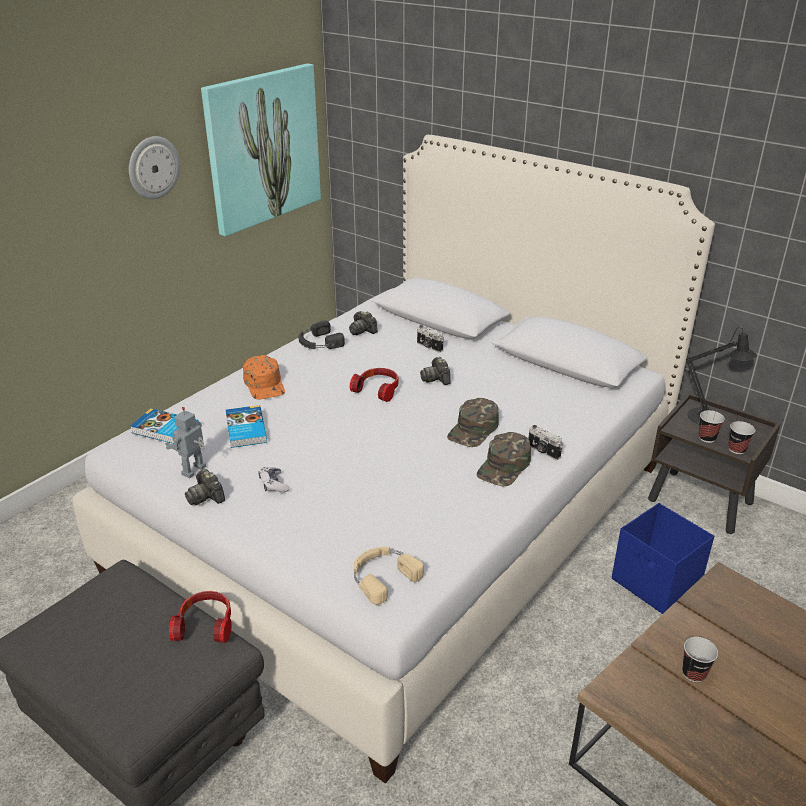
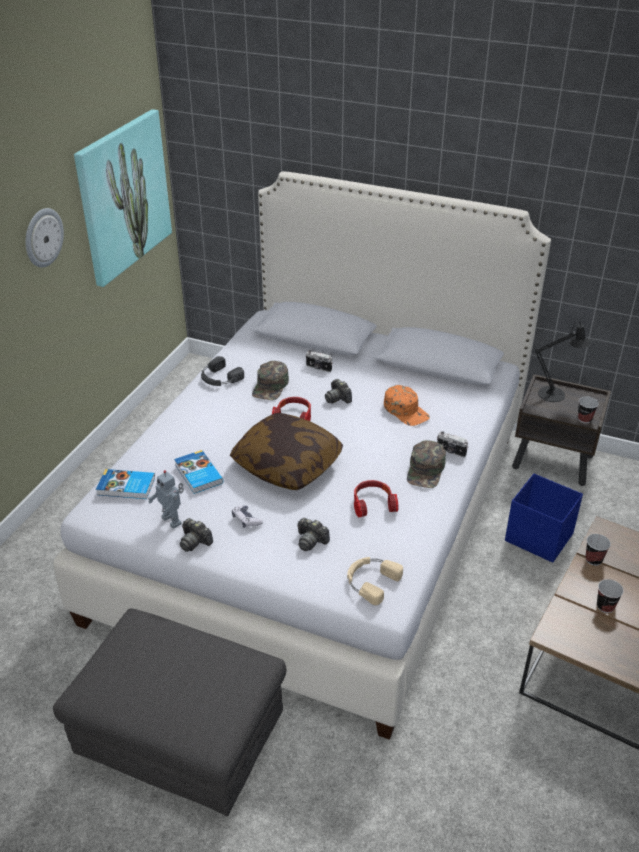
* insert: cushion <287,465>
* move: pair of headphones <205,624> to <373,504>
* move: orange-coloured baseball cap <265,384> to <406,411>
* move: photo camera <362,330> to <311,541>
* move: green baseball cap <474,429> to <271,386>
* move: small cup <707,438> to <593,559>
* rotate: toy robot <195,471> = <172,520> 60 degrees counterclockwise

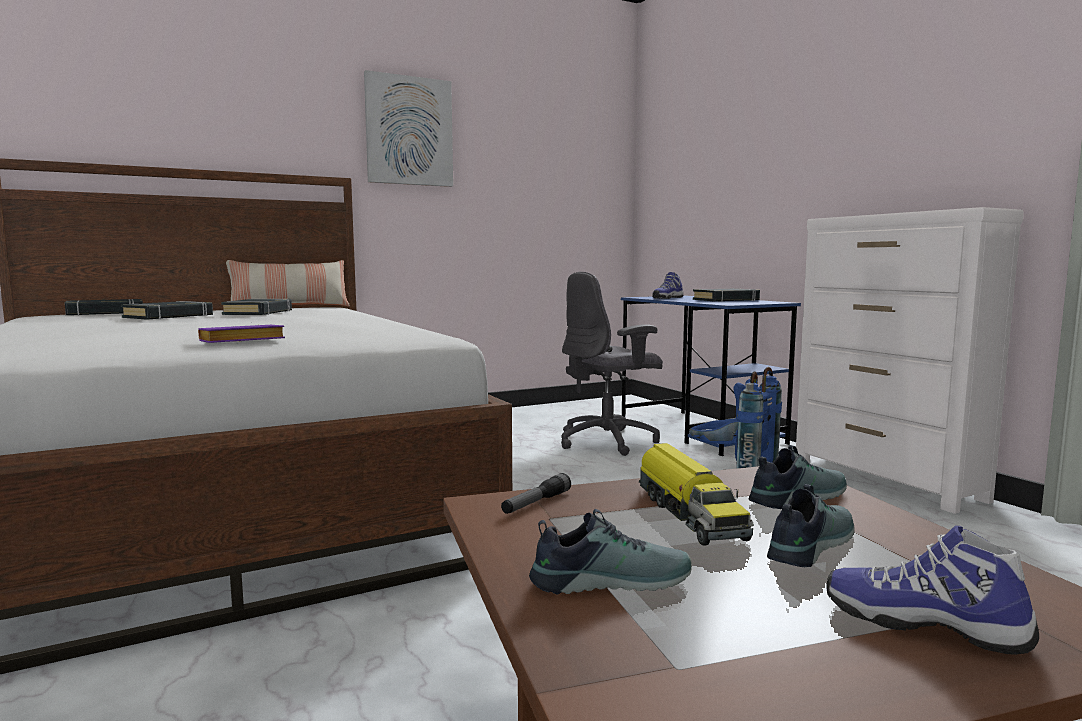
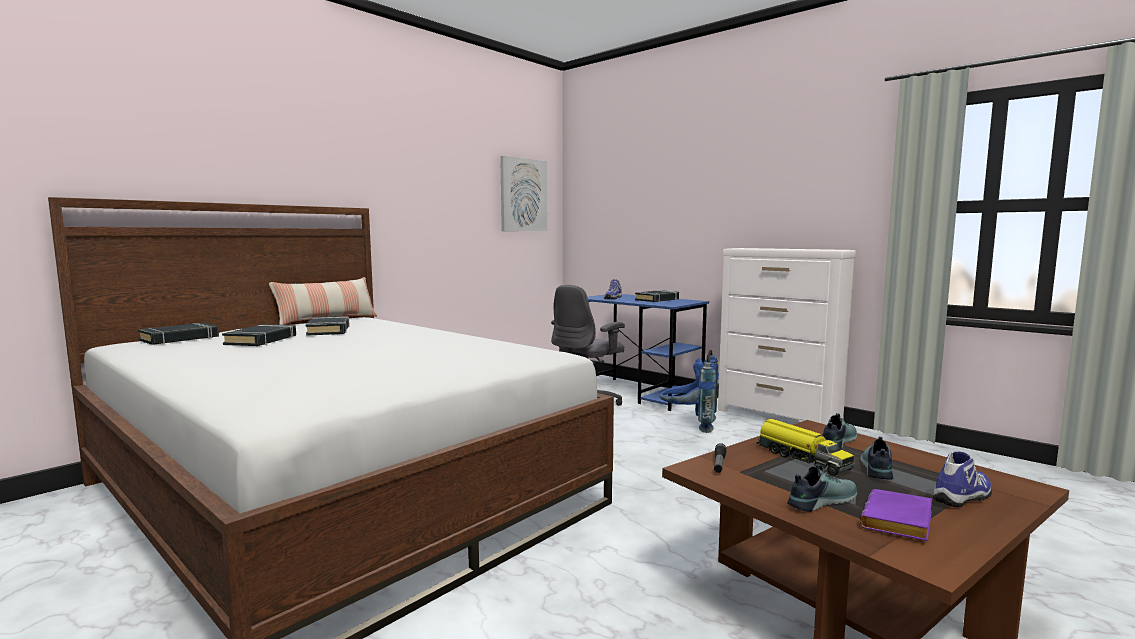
* move: purplish book <240,342> to <899,523>
* move: wall art <409,131> to <523,195>
* rotate: low shoe <924,623> = <963,497> 135 degrees clockwise

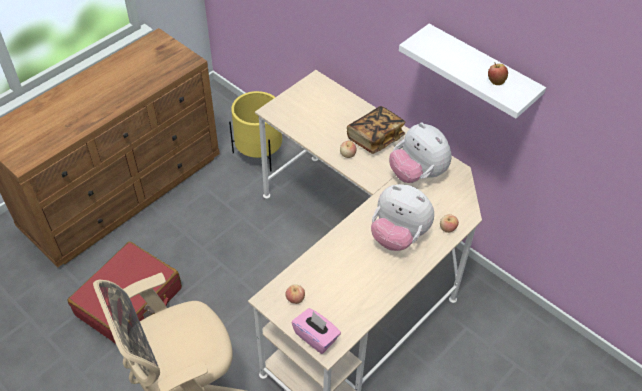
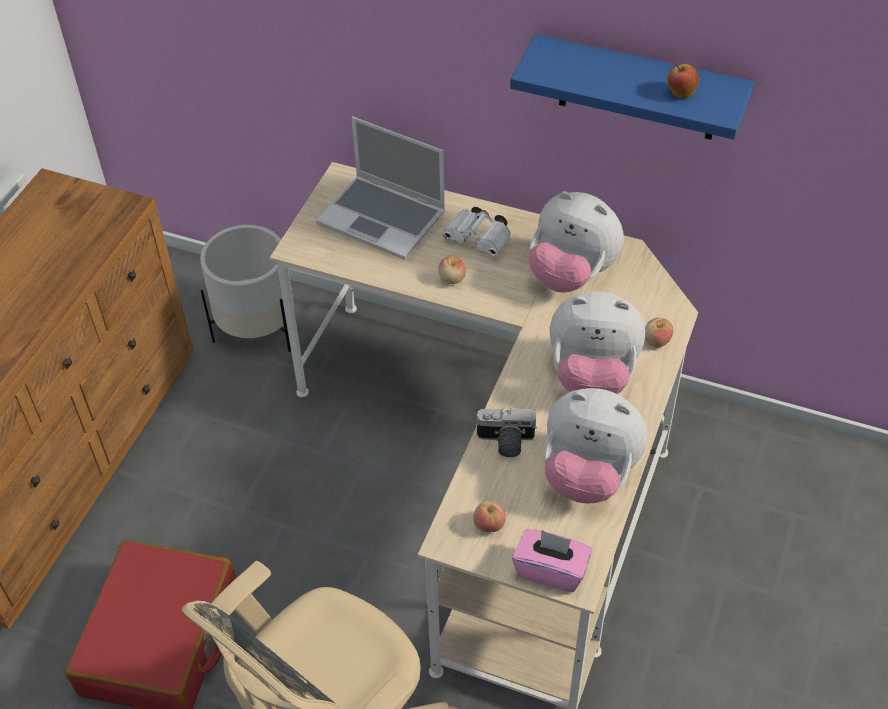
* insert: laptop <384,218>
* insert: photo camera <505,442>
* insert: cuddly toy <588,475>
* replace: book <375,138> to white binoculars <480,240>
* recolor: yellow planter <259,153> to white planter <257,329>
* recolor: white wall shelf <480,73> to blue wall shelf <638,89>

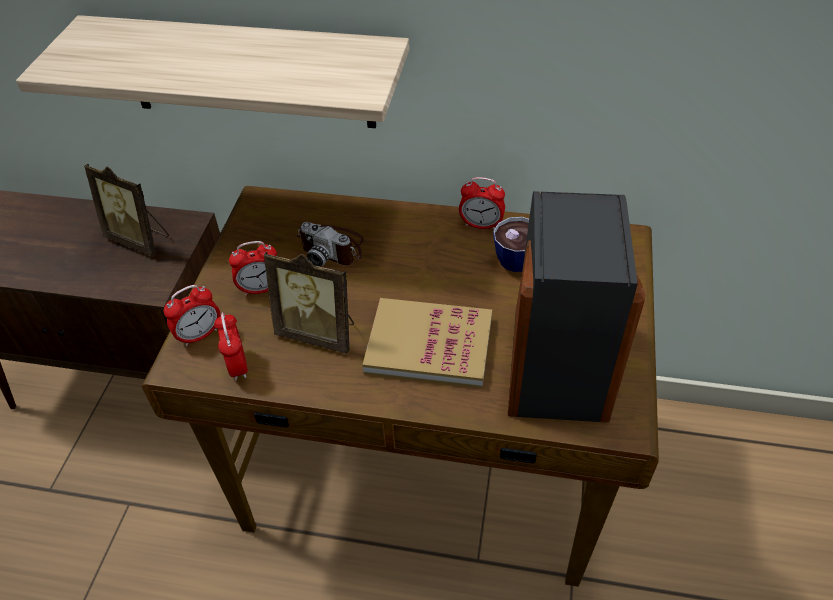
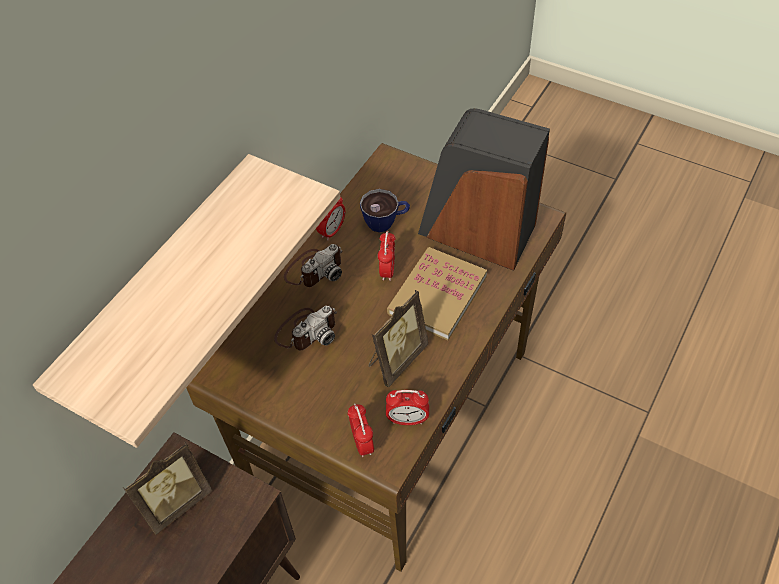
* insert: photo camera <314,269>
* move: alarm clock <261,289> to <387,270>

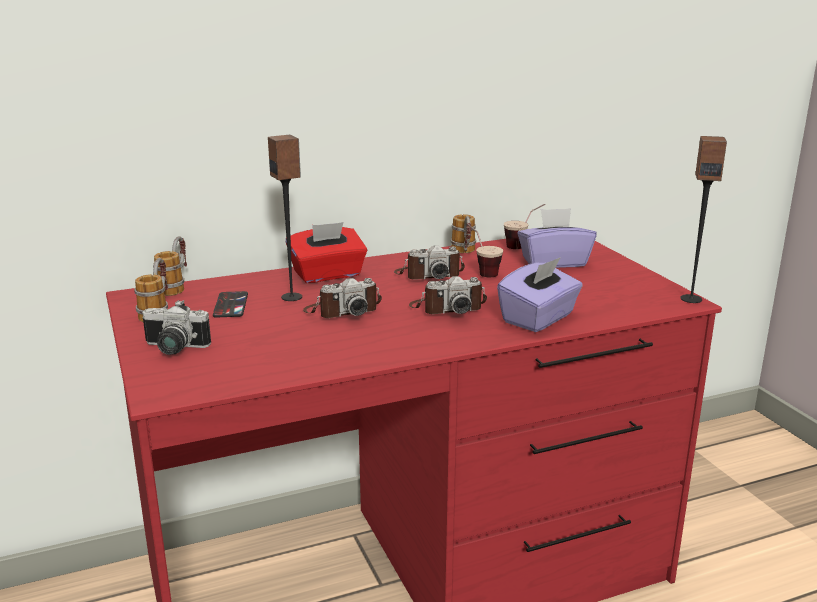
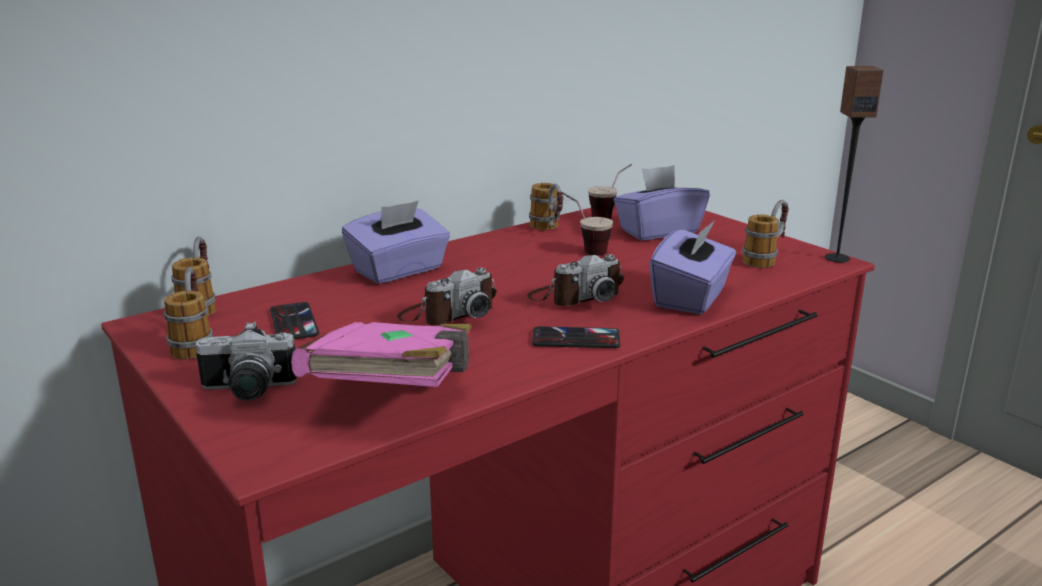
* delete: loudspeaker <292,297>
* delete: photo camera <429,275>
* insert: pinkish book <398,389>
* insert: handset <576,339>
* insert: mug <766,258>
* recolor: red tissue holder <328,275> to purplish tissue holder <399,271>

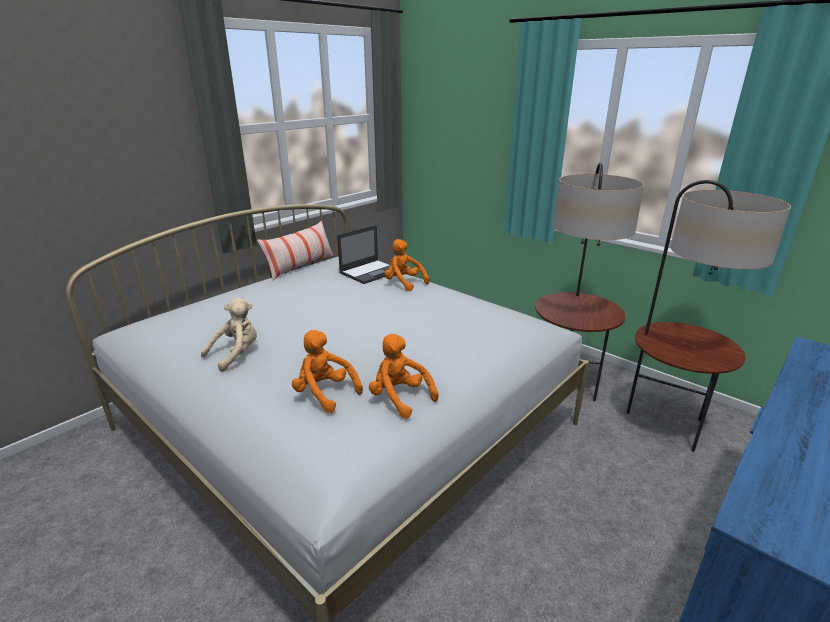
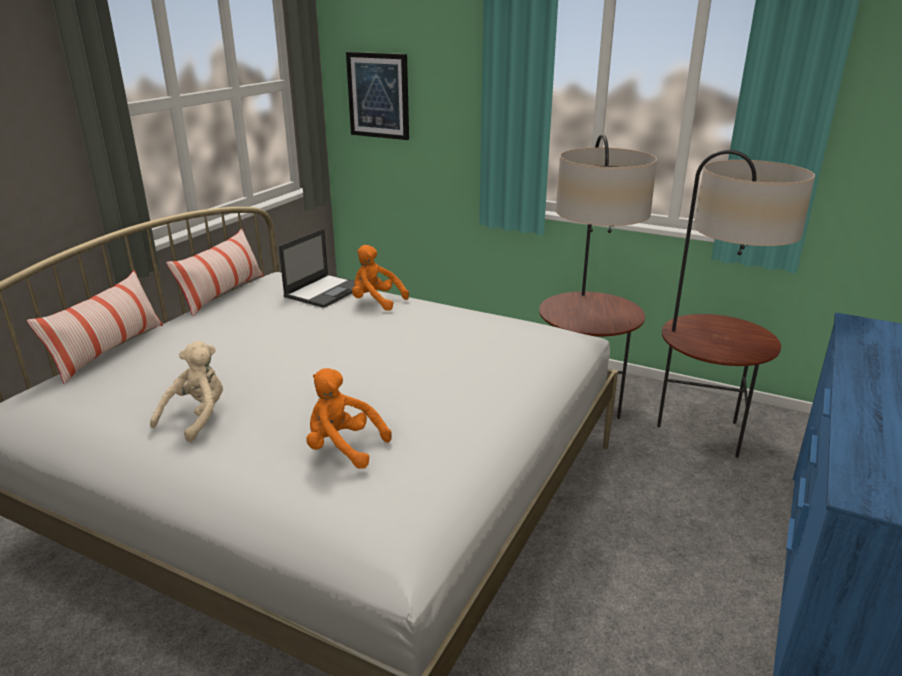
* delete: orange-coloured cuddly toy <399,398>
* insert: cushion <109,351>
* insert: wall art <378,95>

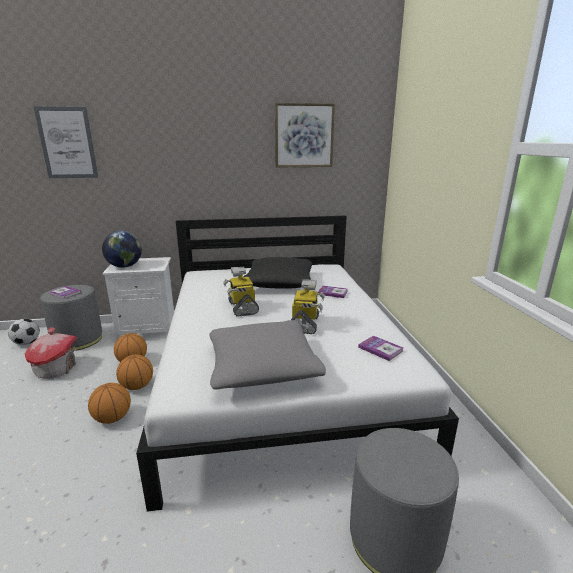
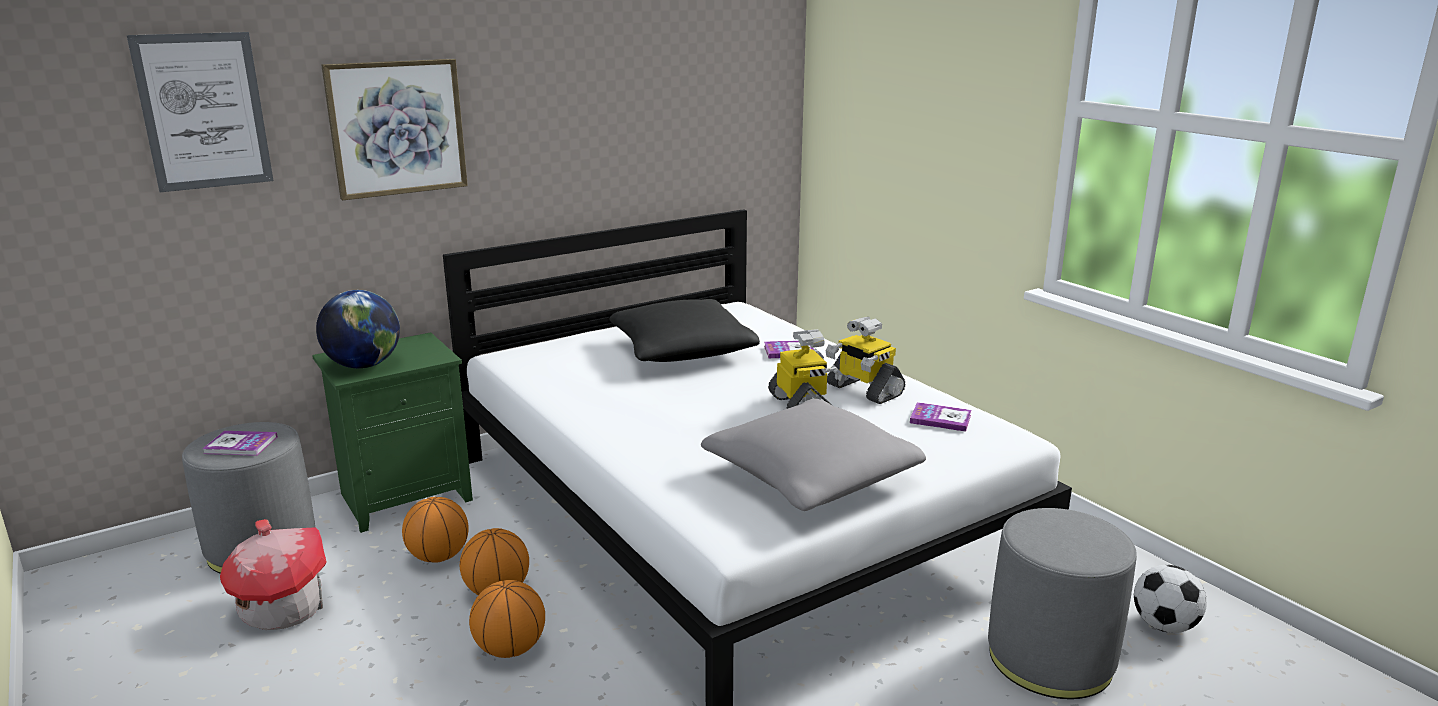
* move: football <27,343> to <1164,625>
* move: toy robot <242,307> to <863,390>
* move: wall art <304,136> to <397,128>
* recolor: white bedside table <149,330> to green bedside table <406,496>

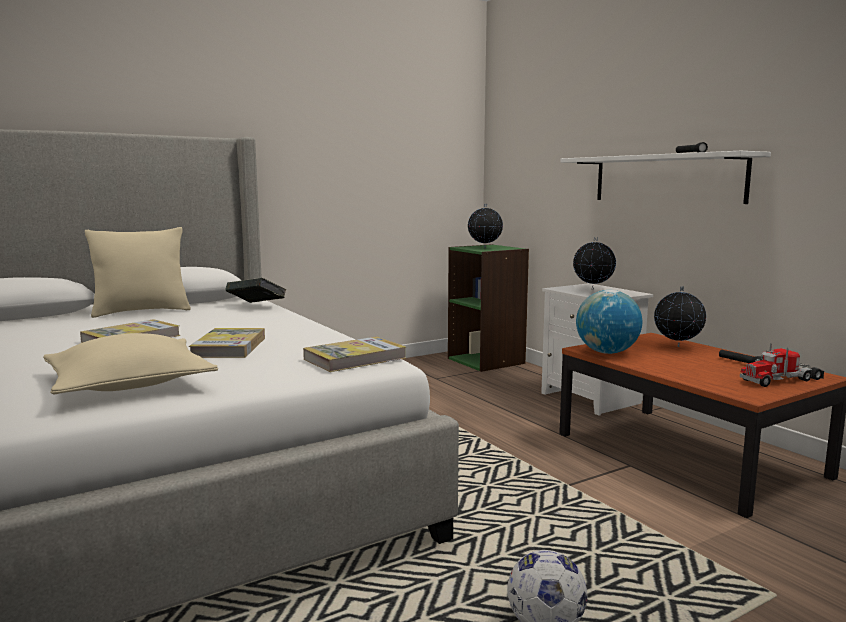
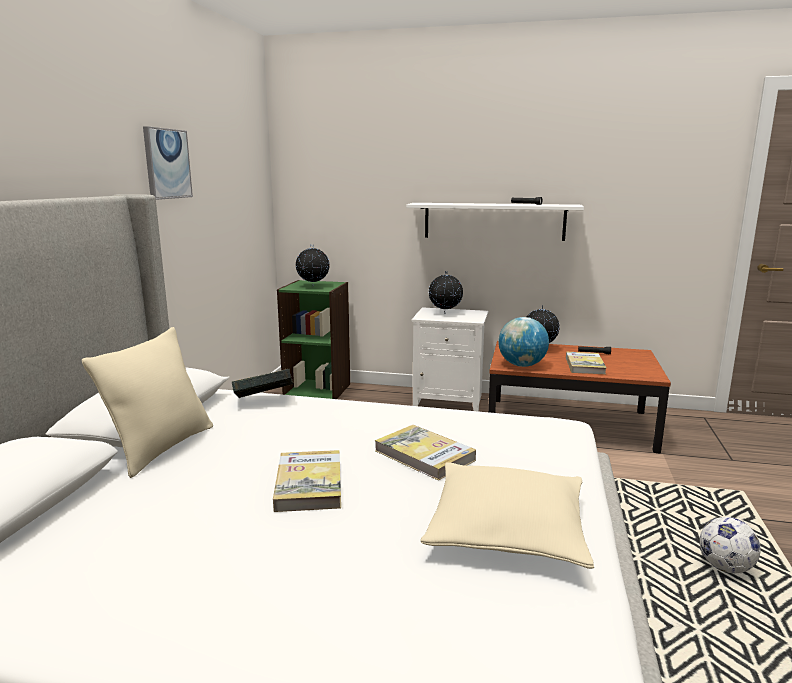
* delete: model truck <781,380>
* insert: wall art <167,164>
* move: book <355,358> to <584,365>

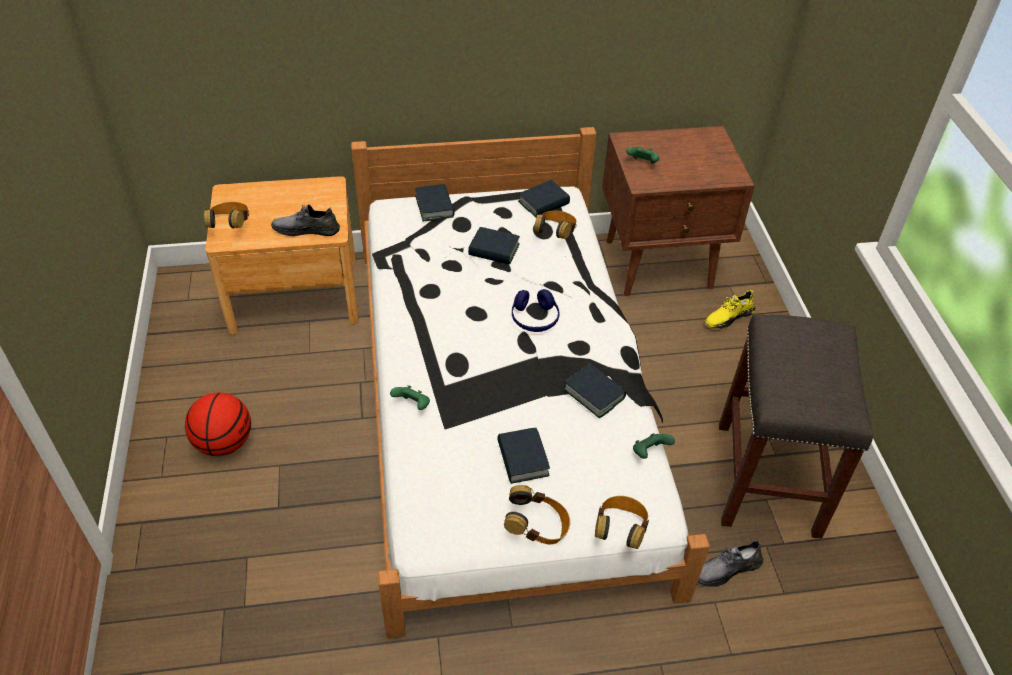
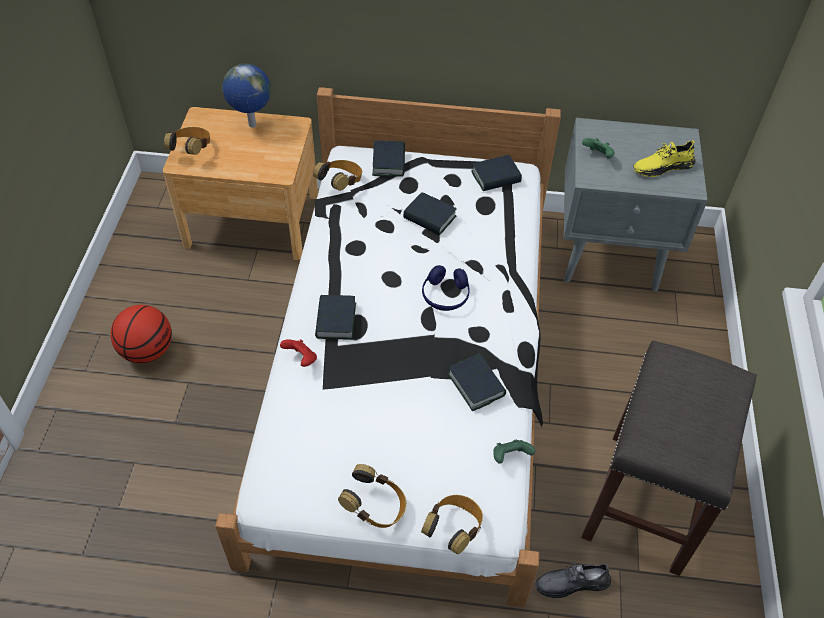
* delete: gray low shoe <306,229>
* insert: world globe <252,125>
* move: book <522,459> to <335,321>
* move: pair of headphones <555,234> to <341,183>
* move: yellow low shoe <728,317> to <662,167>
* recolor: green game controller <412,405> to red game controller <301,359>
* recolor: brown-coloured bedside table <660,264> to gray bedside table <611,255>

